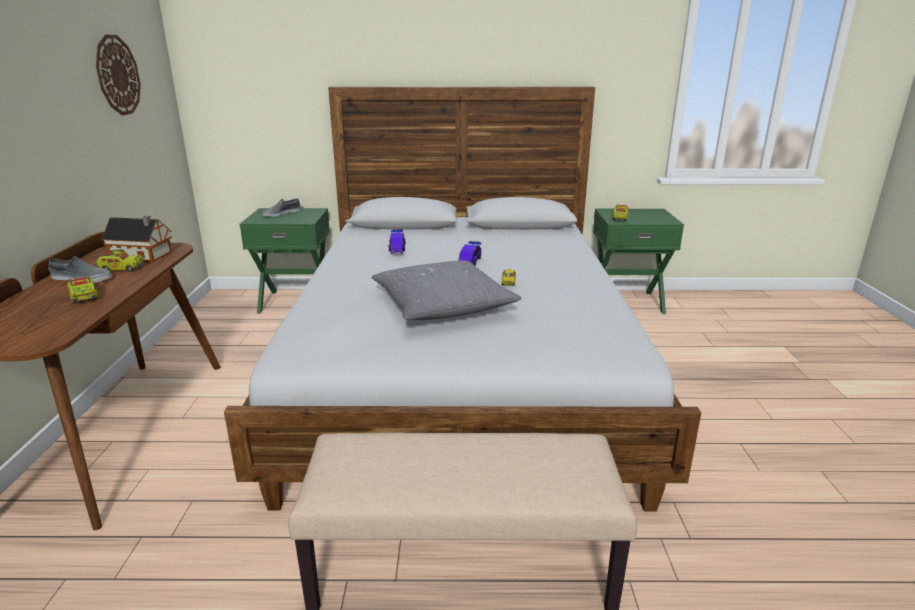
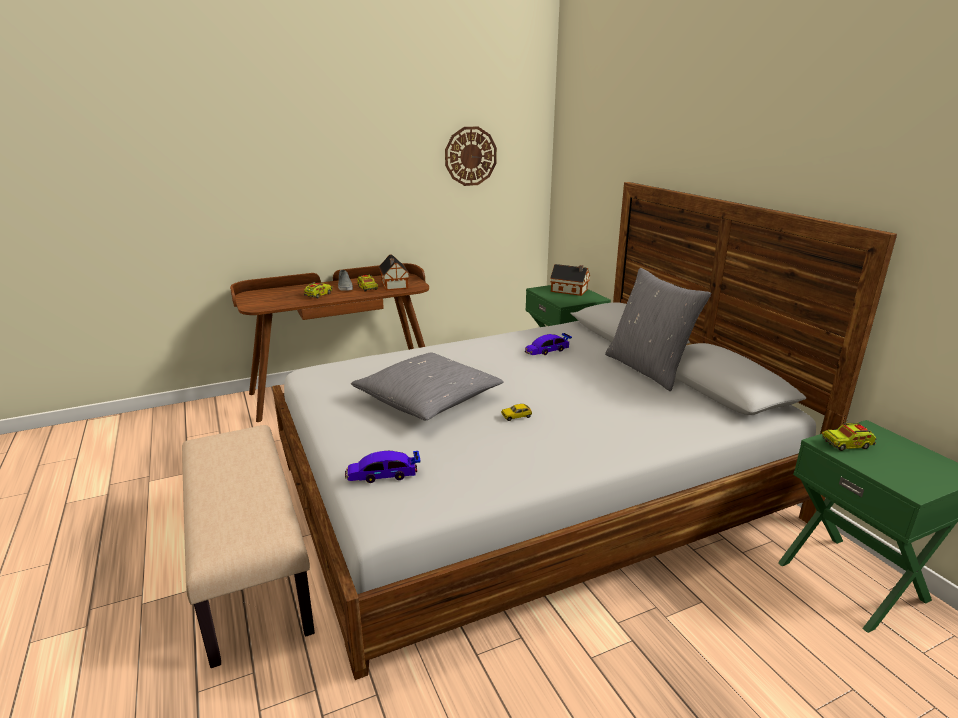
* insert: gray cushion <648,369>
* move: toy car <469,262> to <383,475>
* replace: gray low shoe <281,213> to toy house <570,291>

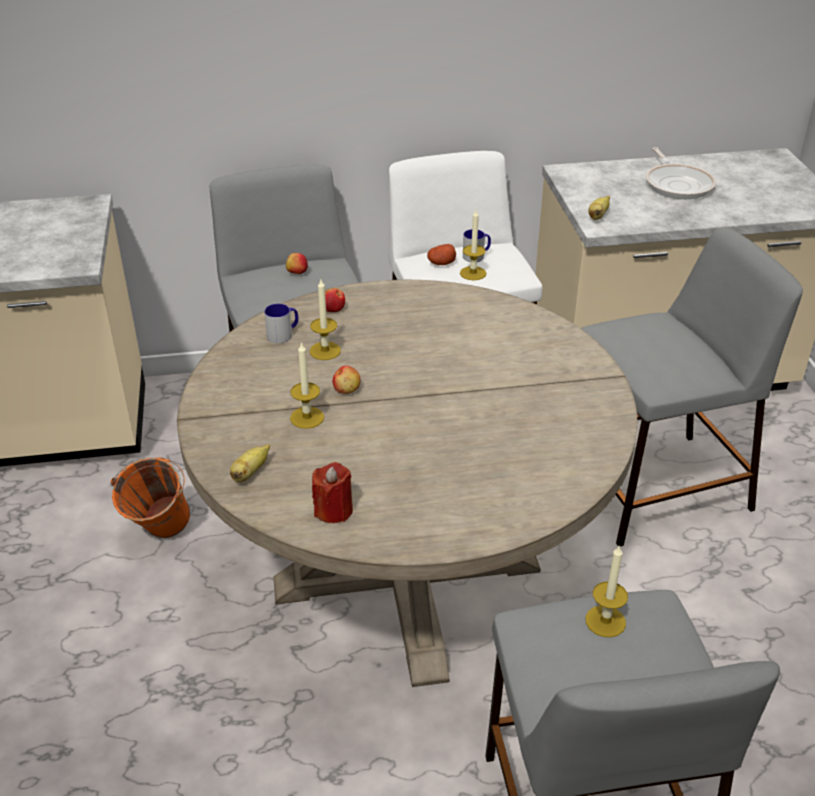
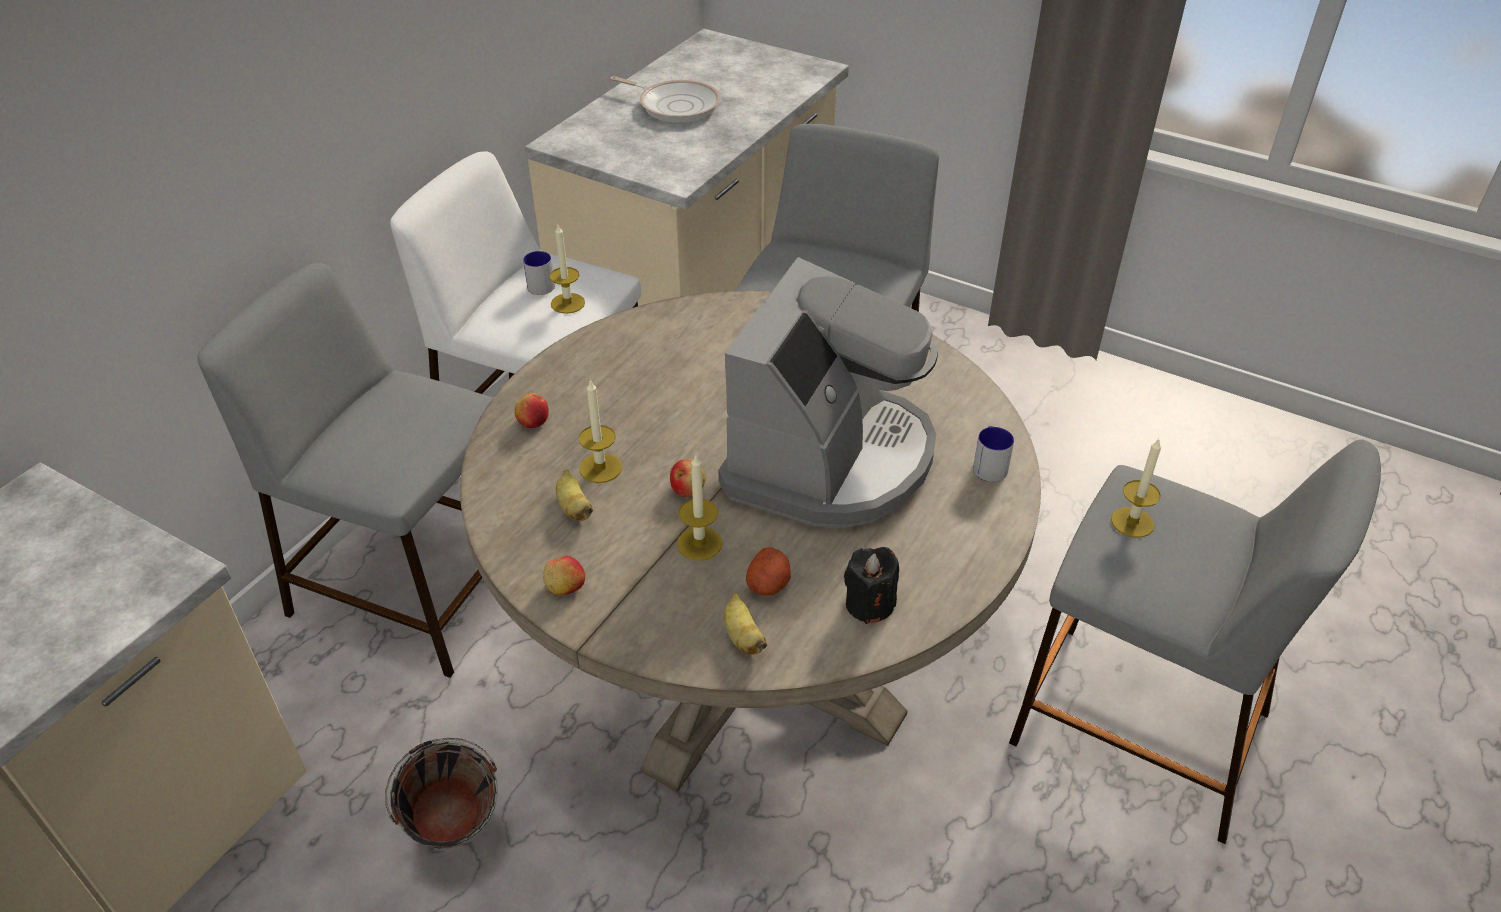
* insert: coffee brewer <830,459>
* move: mug <283,334> to <989,465>
* move: apple <297,272> to <565,587>
* move: whole potato <441,263> to <768,584>
* move: banana <598,216> to <574,508>
* recolor: orange-coloured bucket <159,535> to black bucket <457,841>
* recolor: red wax candle <333,510> to black wax candle <869,604>

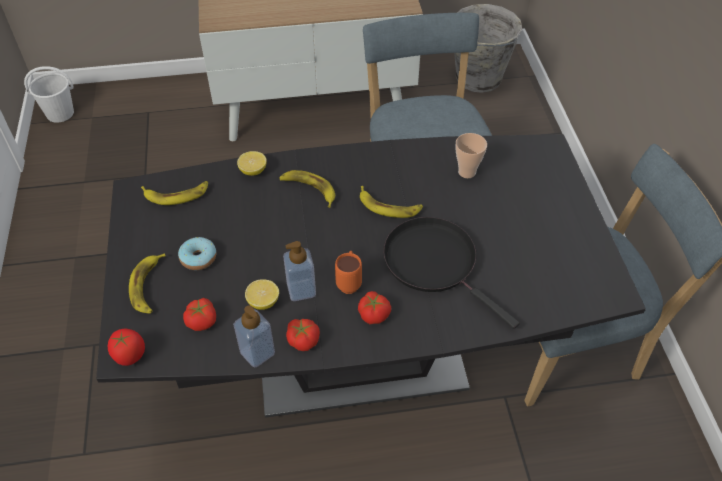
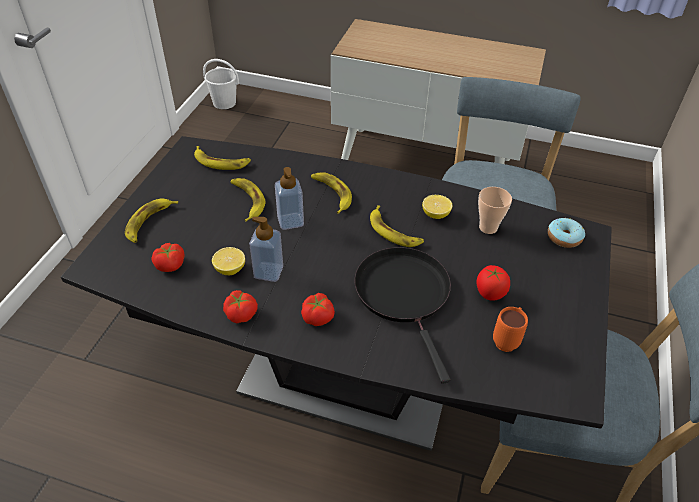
* delete: gray bucket <477,79>
* insert: banana <247,201>
* move: tomato <129,355> to <489,293>
* move: donut <198,258> to <564,238>
* move: soap dispenser <257,353> to <290,221>
* move: lemon <253,171> to <435,214>
* move: orange-coloured mug <349,282> to <507,340>

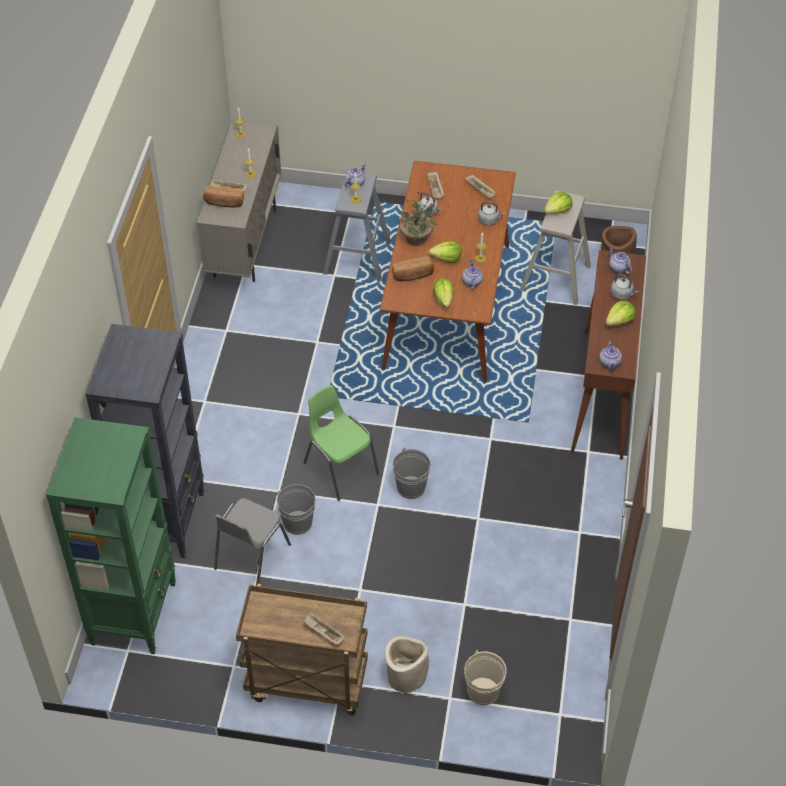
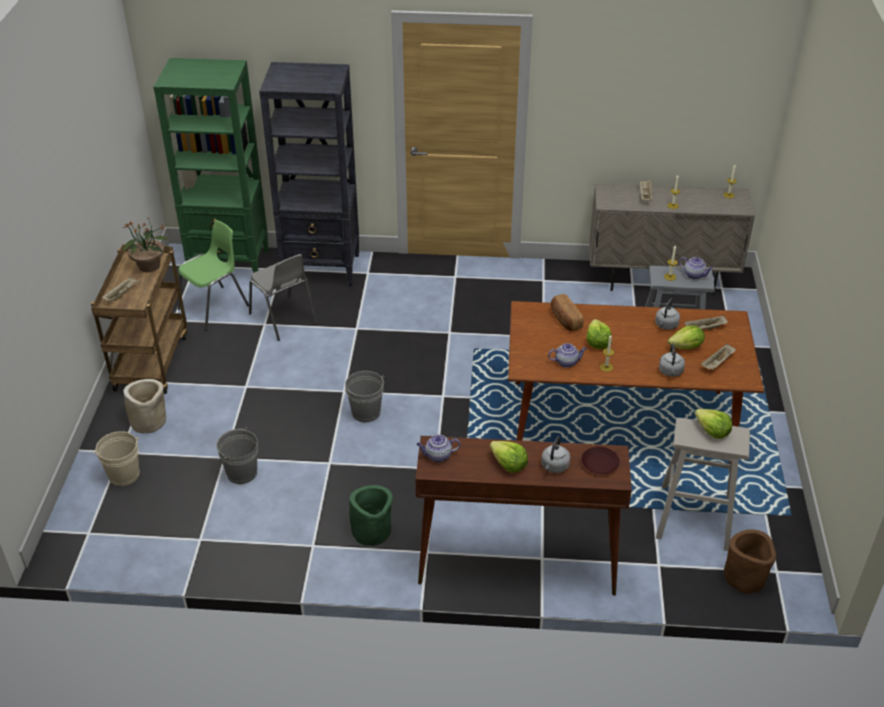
* delete: baked bread <224,203>
* insert: green planter <372,531>
* move: gray bucket <297,522> to <242,473>
* move: green upright chair <340,468> to <215,308>
* move: plant in a pot <416,238> to <149,266>
* move: lettuce head <443,299> to <686,347>
* replace: tea pot <618,268> to brown-coloured dinner plate <600,463>
* rotate: gray upright chair <251,557> = <283,319> 150 degrees counterclockwise

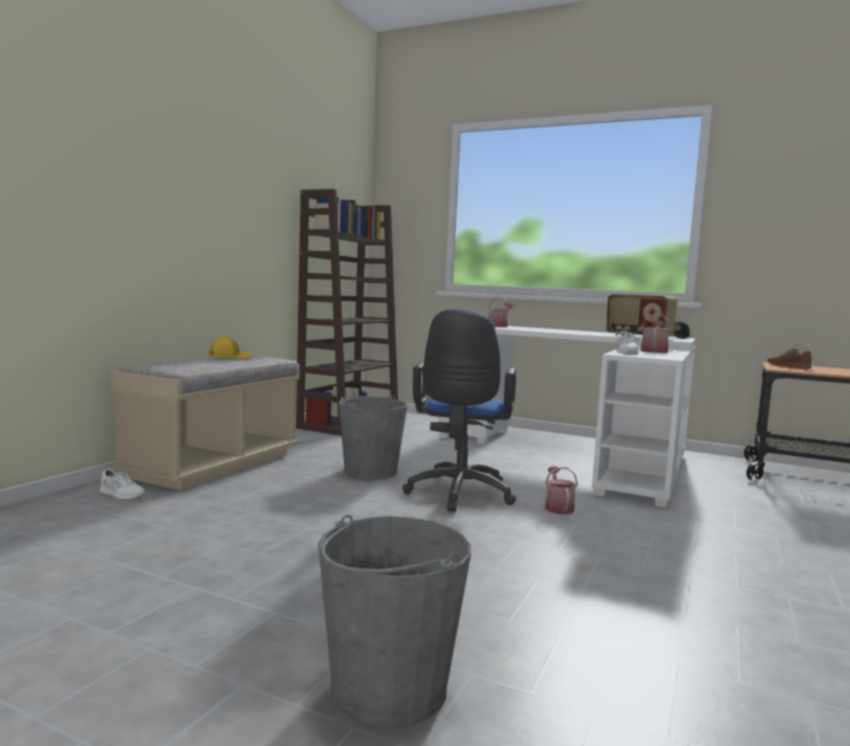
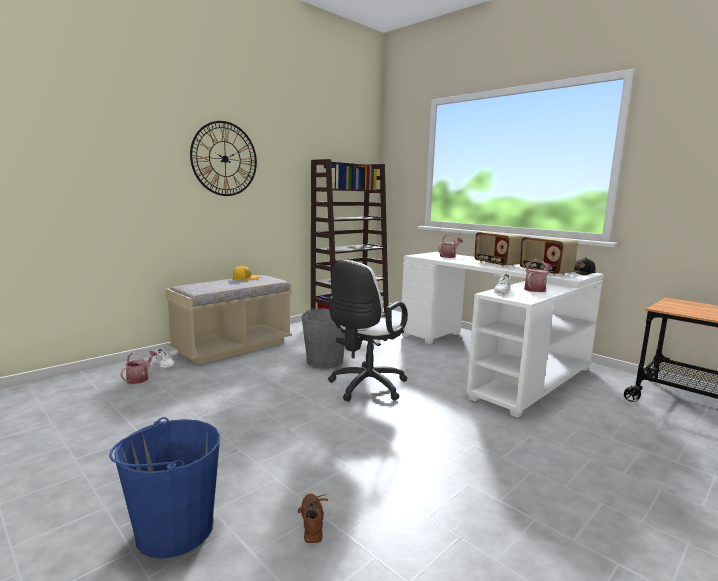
* insert: hanging clock <224,159>
* insert: radio <496,264>
* move: sprinkling can <558,507> to <140,378>
* move: brown-coloured low shoe <788,366> to <312,521>
* recolor: gray bucket <388,689> to blue bucket <174,529>
* recolor: blue computer chair <458,495> to white computer chair <365,387>

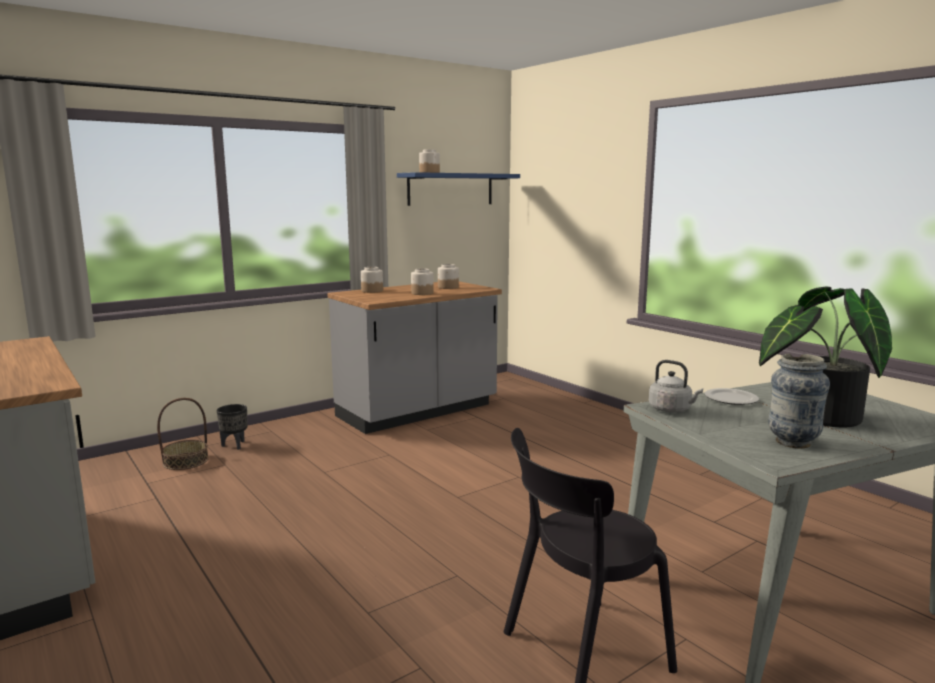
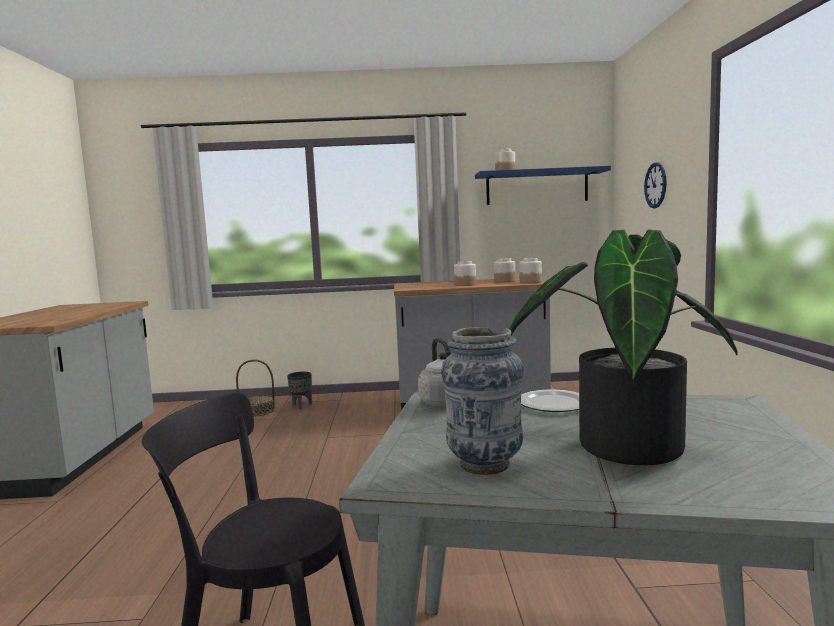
* insert: hanging clock <655,185>
* move: preserve jar <372,291> to <530,282>

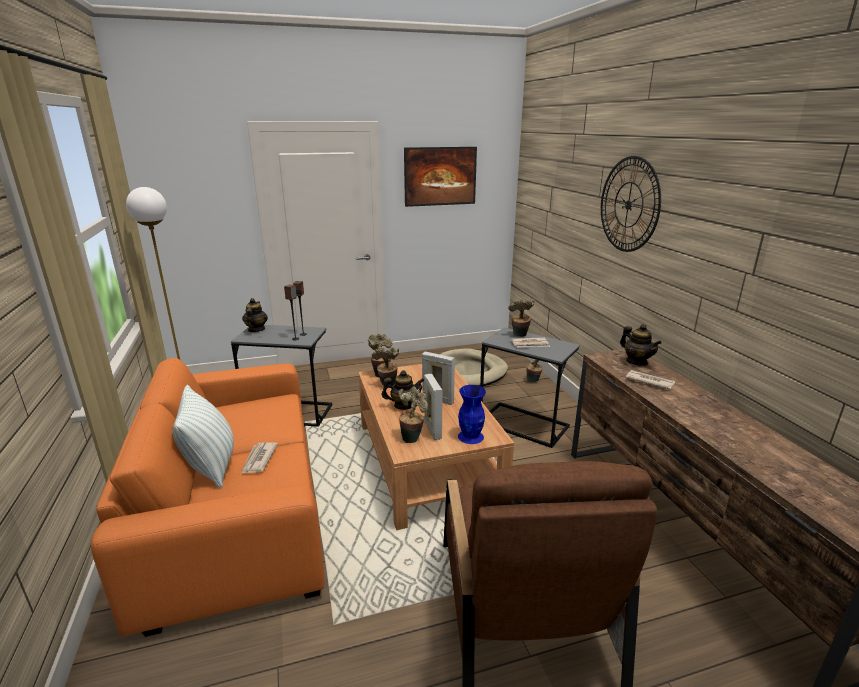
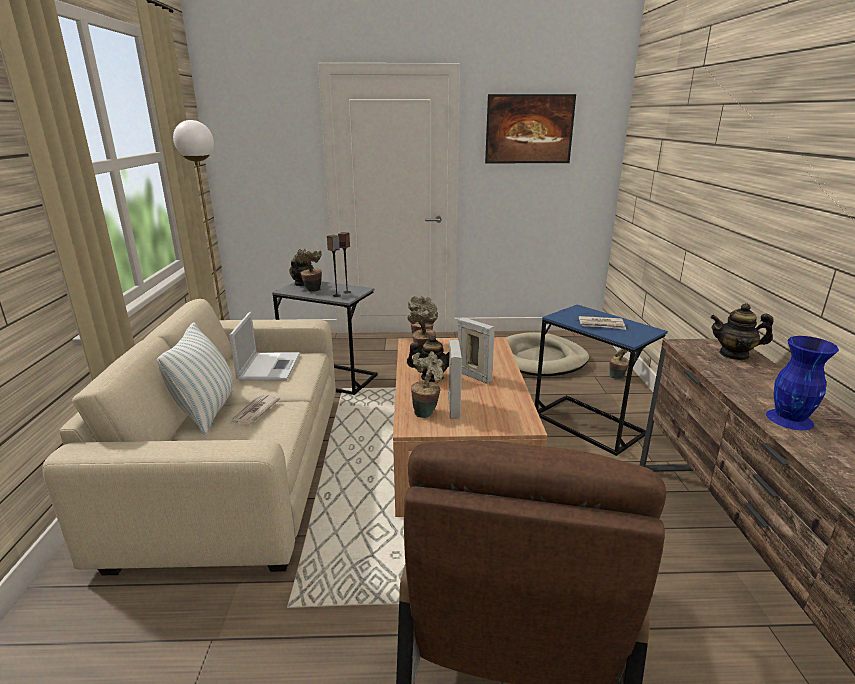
* delete: hanging clock <628,205>
* delete: printed paper <649,381>
* insert: laptop <269,366>
* move: blue flower vase <471,436> to <790,419>
* move: plant in a pot <520,335> to <312,291>
* recolor: orange-coloured couch <235,513> to beige-coloured couch <237,468>
* recolor: gray side table <523,424> to blue side table <588,424>
* rotate: tea pot <636,362> = <734,354> 120 degrees clockwise

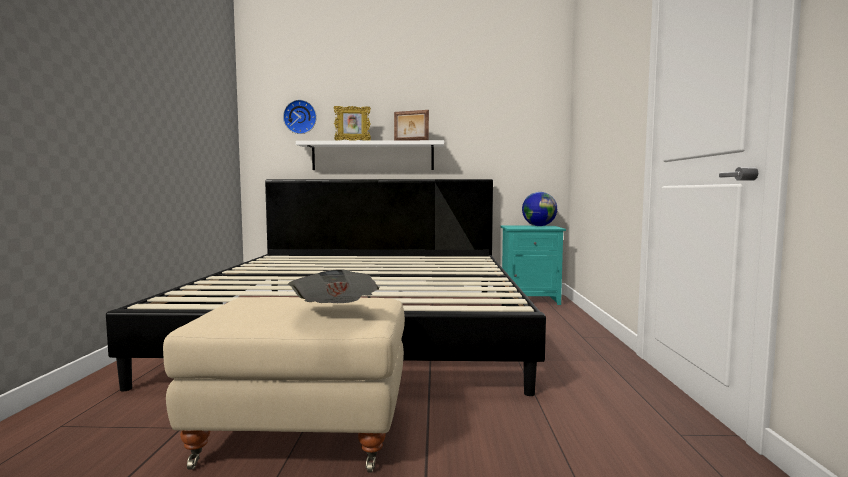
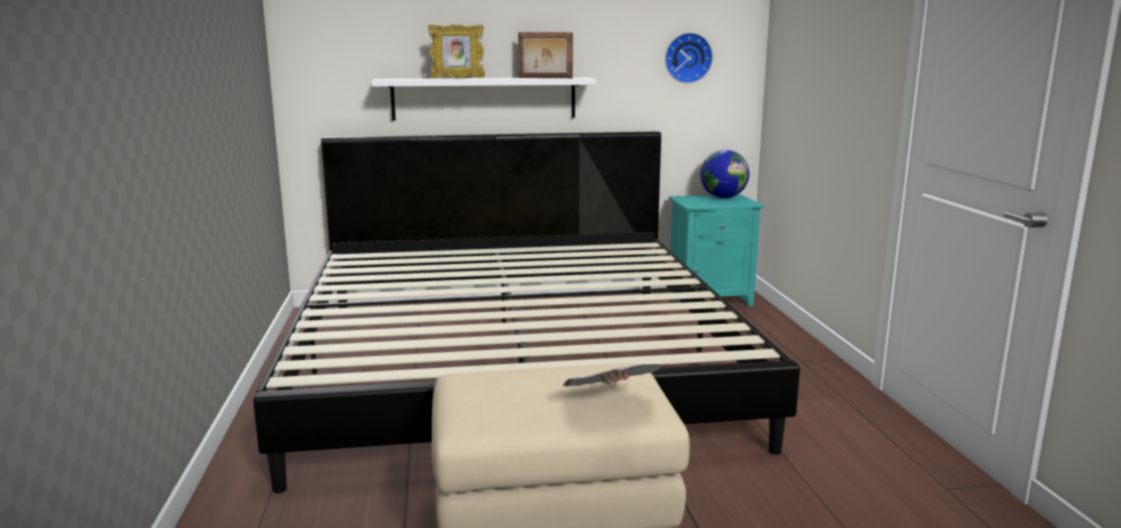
* move: hanging clock <300,117> to <687,58>

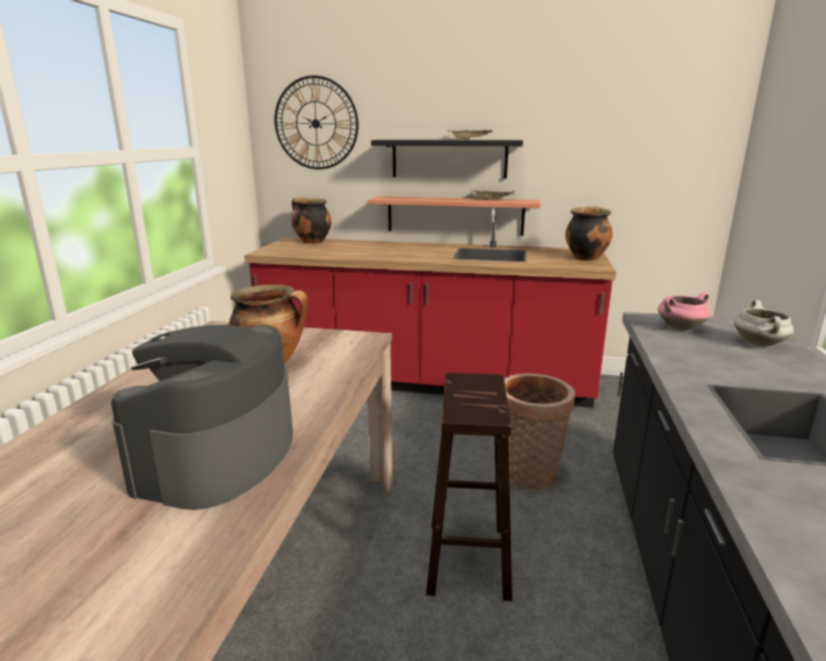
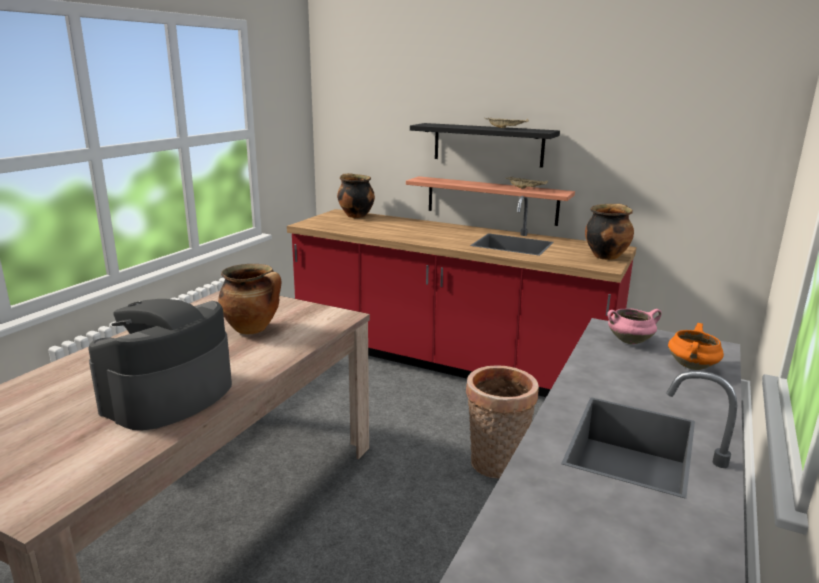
* delete: hanging clock <316,123>
* delete: brown-coloured stool seat <468,560>
* recolor: white stockpot <760,344> to orange-coloured stockpot <692,367>

